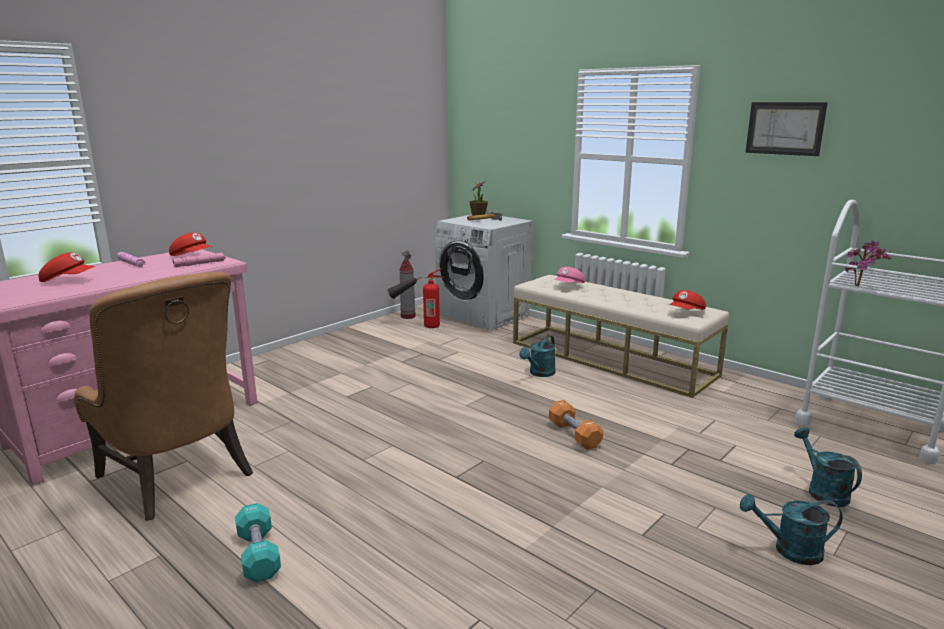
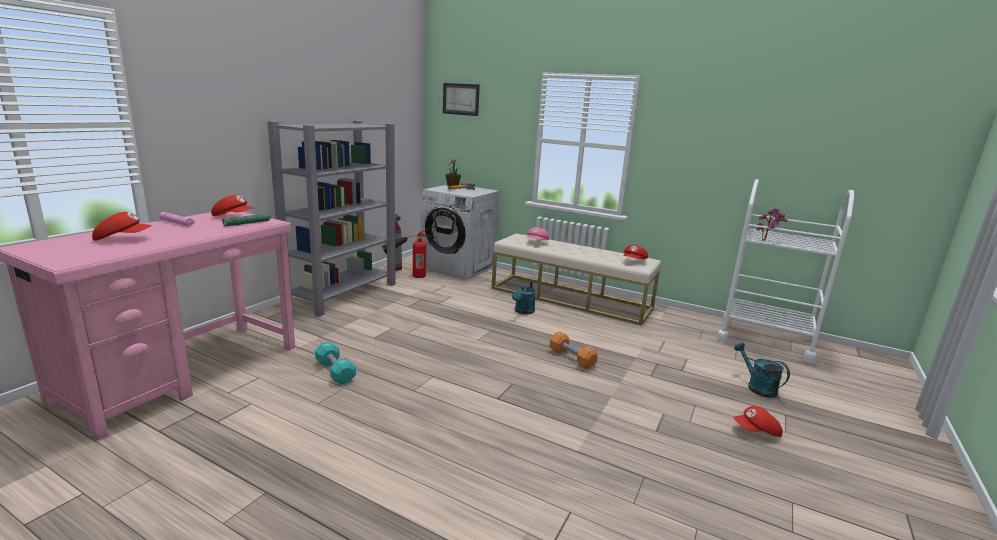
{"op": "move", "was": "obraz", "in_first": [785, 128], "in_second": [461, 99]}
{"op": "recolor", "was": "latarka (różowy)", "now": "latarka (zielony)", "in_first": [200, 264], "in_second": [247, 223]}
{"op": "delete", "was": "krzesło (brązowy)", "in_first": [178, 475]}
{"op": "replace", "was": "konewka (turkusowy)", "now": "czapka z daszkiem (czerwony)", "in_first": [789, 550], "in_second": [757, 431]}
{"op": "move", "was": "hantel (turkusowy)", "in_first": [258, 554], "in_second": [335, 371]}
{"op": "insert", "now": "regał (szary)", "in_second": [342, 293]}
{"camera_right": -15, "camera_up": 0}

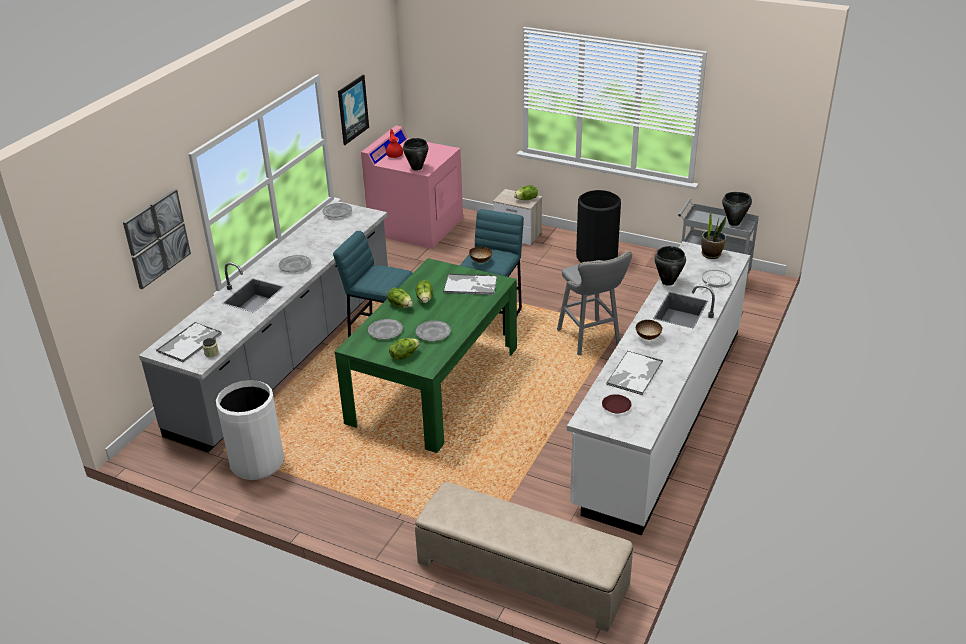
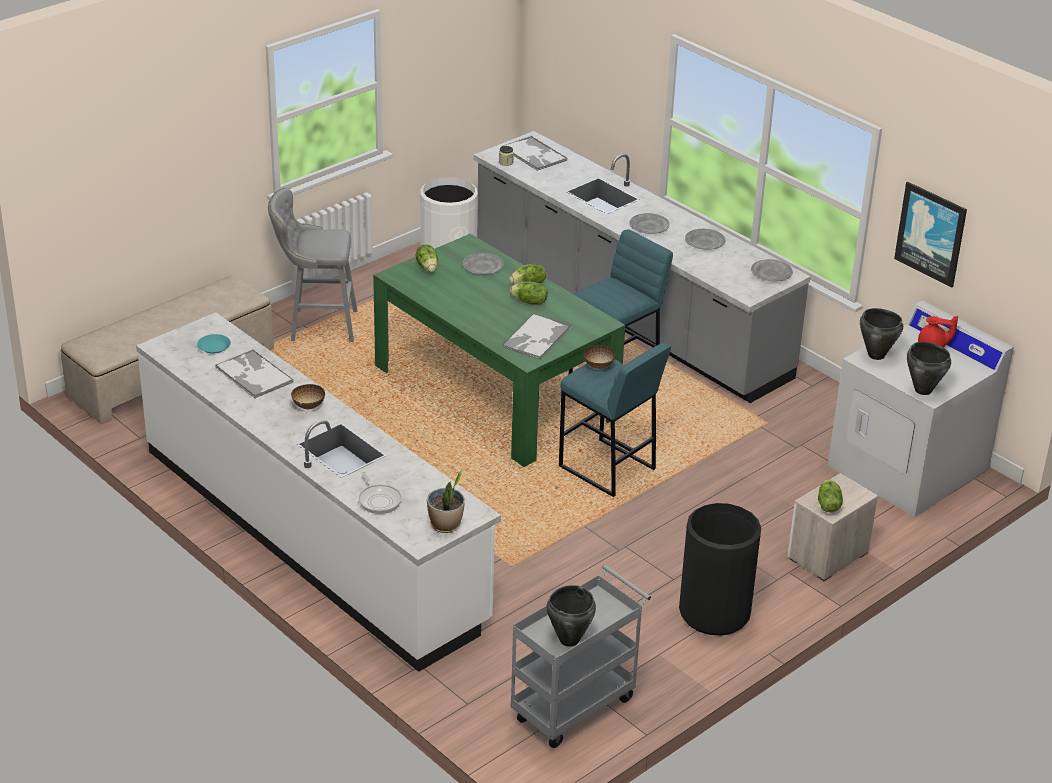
{"op": "recolor", "was": "pralka (różowy)", "now": "pralka (biały)", "in_first": [417, 225], "in_second": [908, 468]}
{"op": "delete", "was": "obraz", "in_first": [157, 238]}
{"op": "move", "was": "garnek (czarny)", "in_first": [667, 282], "in_second": [923, 390]}
{"op": "move", "was": "stołek (szary)", "in_first": [591, 341], "in_second": [314, 326]}
{"op": "move", "was": "talerz (szary)", "in_first": [433, 333], "in_second": [704, 242]}
{"op": "recolor", "was": "talerz (brązowy)", "now": "talerz (turkusowy)", "in_first": [616, 406], "in_second": [214, 347]}
{"camera_right": 110, "camera_up": 0}

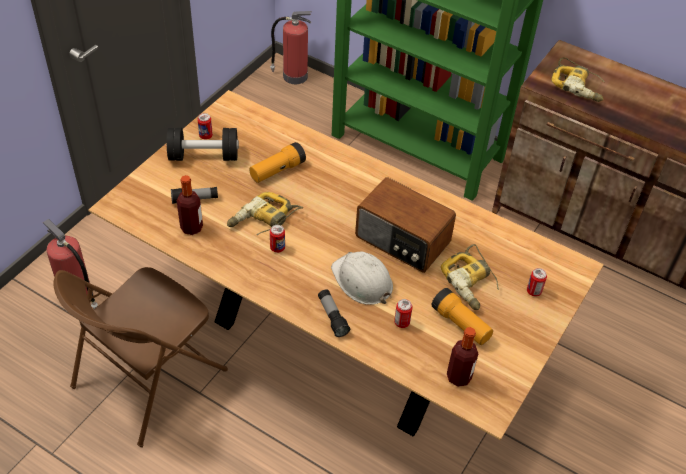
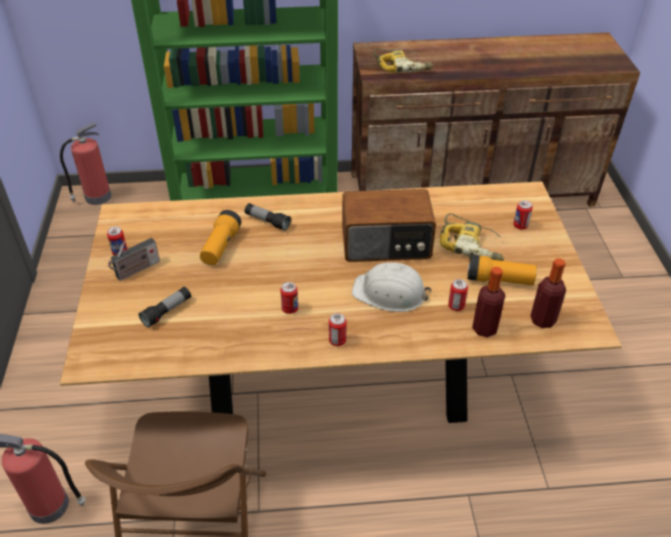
{"op": "replace", "was": "hantel (czarny)", "now": "radio", "in_first": [204, 156], "in_second": [136, 270]}
{"op": "move", "was": "butelka", "in_first": [191, 228], "in_second": [484, 328]}
{"op": "delete", "was": "wiertarka", "in_first": [264, 220]}
{"op": "move", "was": "latarka", "in_first": [332, 317], "in_second": [267, 221]}
{"op": "insert", "now": "puszka", "in_second": [337, 341]}
{"camera_right": -35, "camera_up": -5}

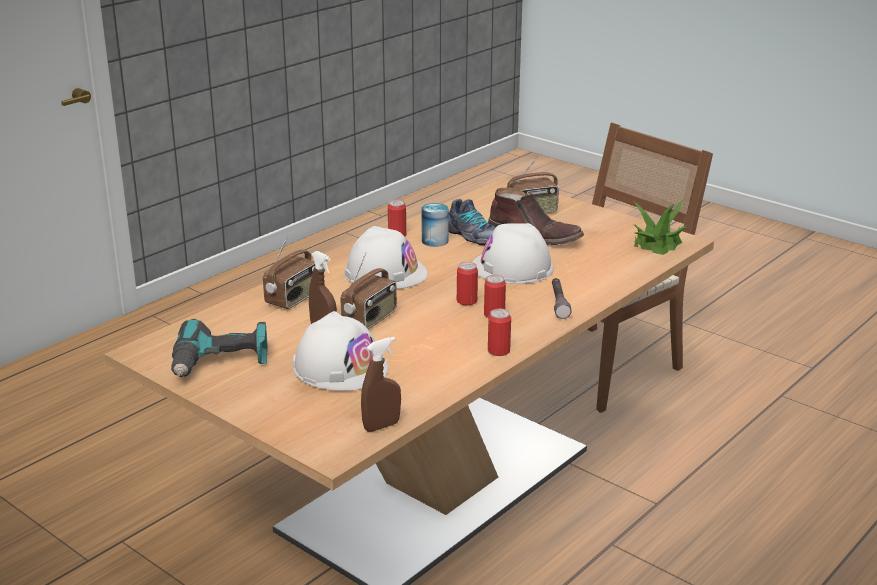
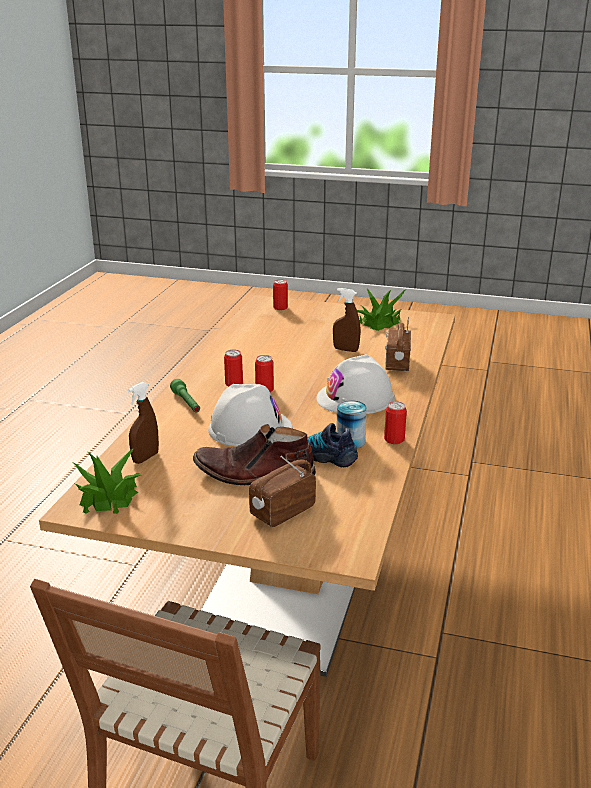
{"op": "delete", "was": "radio", "in_first": [370, 319]}
{"op": "recolor", "was": "latarka (szary)", "now": "latarka (zielony)", "in_first": [559, 303], "in_second": [186, 403]}
{"op": "move", "was": "puszka", "in_first": [498, 351], "in_second": [280, 307]}
{"op": "delete", "was": "kask (biały)", "in_first": [340, 367]}
{"op": "replace", "was": "wiertarka", "now": "roślina doniczkowa", "in_first": [220, 363], "in_second": [380, 322]}
{"op": "move", "was": "spryskiwacz (brązowy)", "in_first": [381, 426], "in_second": [145, 458]}
{"camera_right": 155, "camera_up": 0}

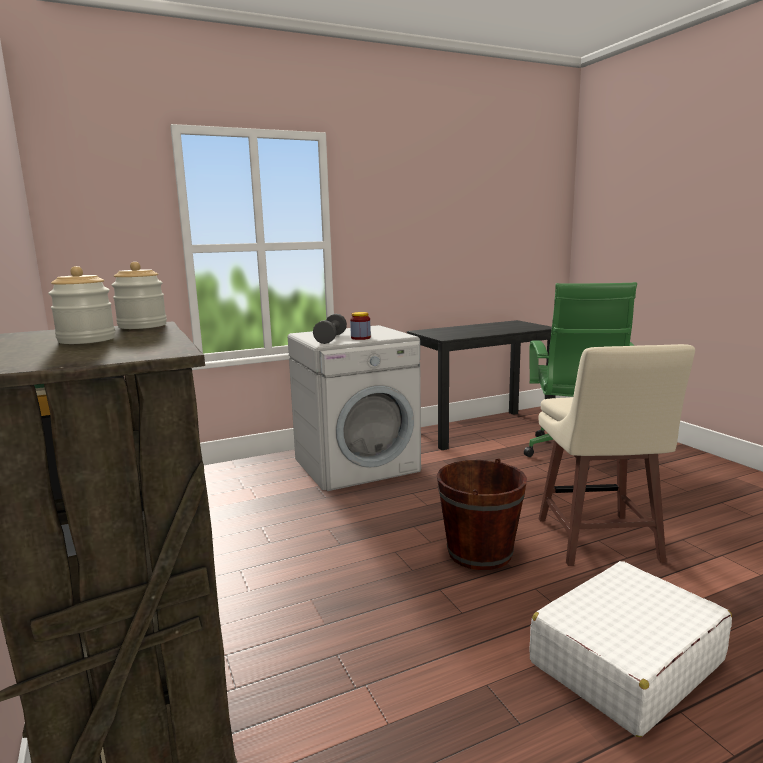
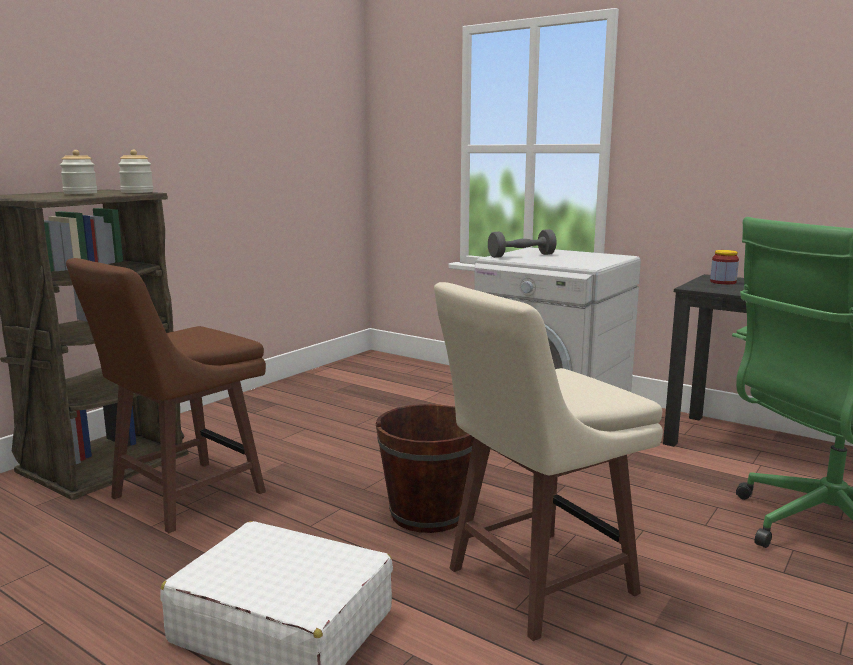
{"op": "move", "was": "słoik", "in_first": [360, 338], "in_second": [723, 282]}
{"op": "insert", "now": "stołek (brązowy)", "in_second": [183, 496]}
{"camera_right": 60, "camera_up": 0}

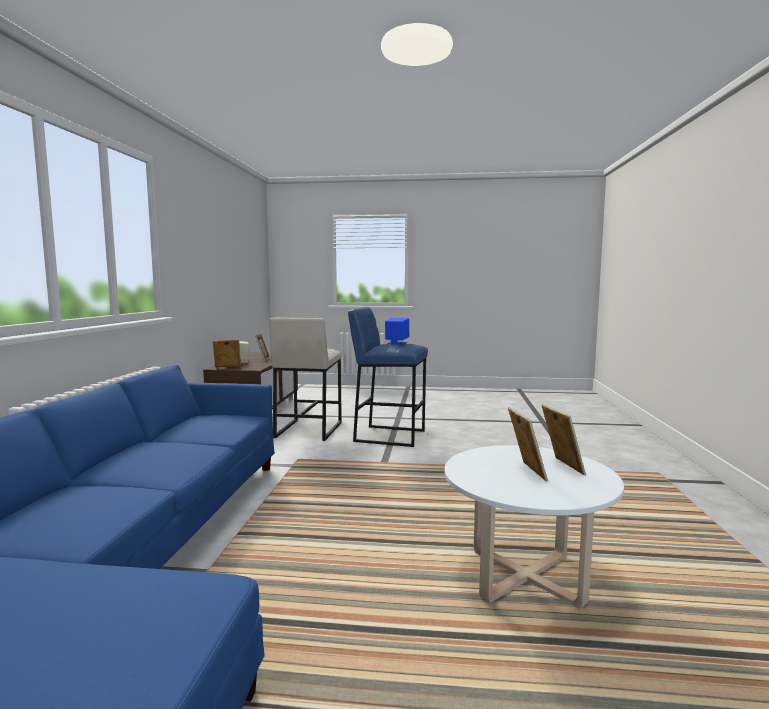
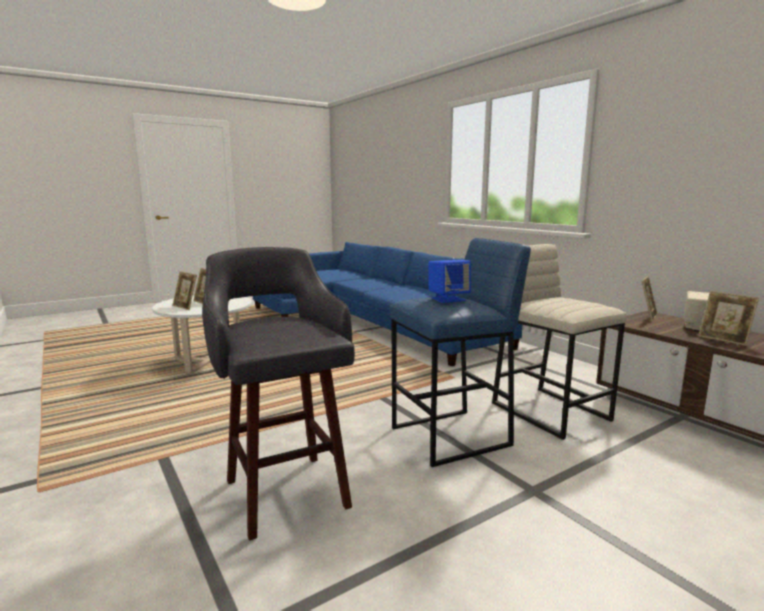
{"op": "insert", "now": "stołek (szary)", "in_second": [285, 490]}
{"camera_right": 140, "camera_up": 5}

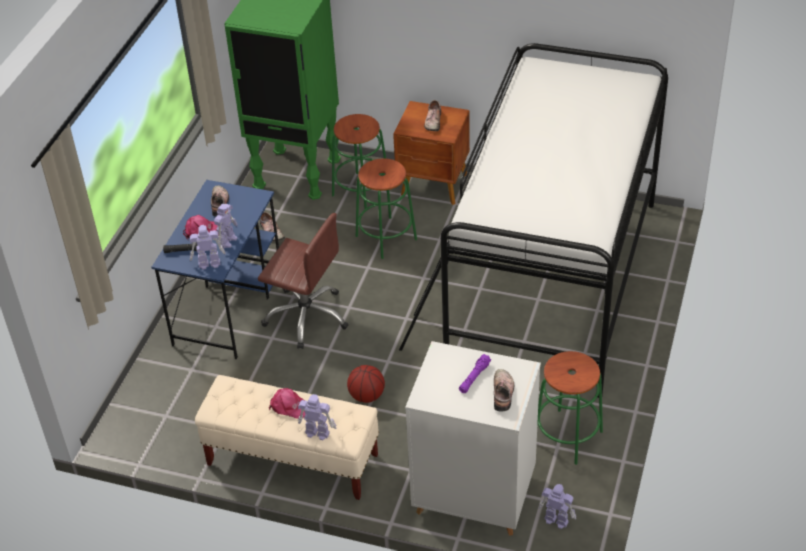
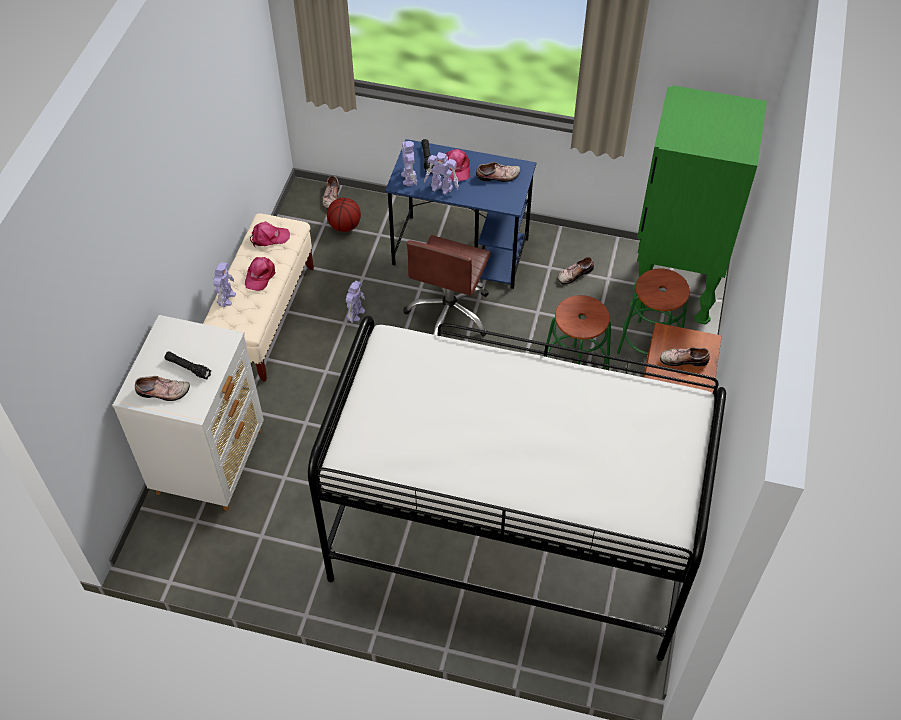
{"op": "delete", "was": "stołek (zielony)", "in_first": [567, 436]}
{"op": "recolor", "was": "latarka (fioletowy)", "now": "latarka (czarny)", "in_first": [474, 377], "in_second": [188, 368]}
{"op": "move", "was": "piłka do koszykówki", "in_first": [366, 395], "in_second": [345, 226]}
{"op": "move", "was": "robot zabawkowy", "in_first": [556, 520], "in_second": [356, 313]}
{"op": "insert", "now": "but", "in_second": [330, 197]}
{"op": "insert", "now": "czapka z daszkiem (różowy)", "in_second": [269, 237]}
{"camera_right": 85, "camera_up": 10}

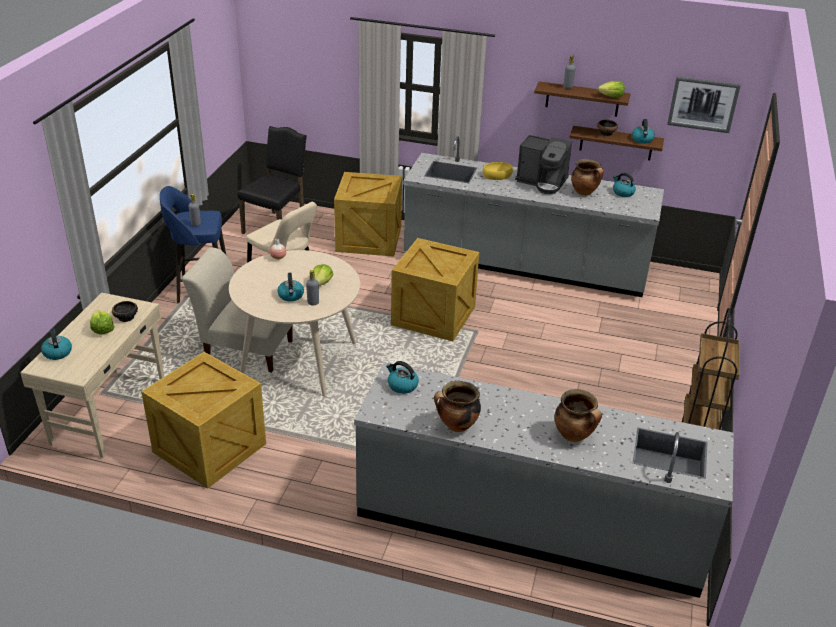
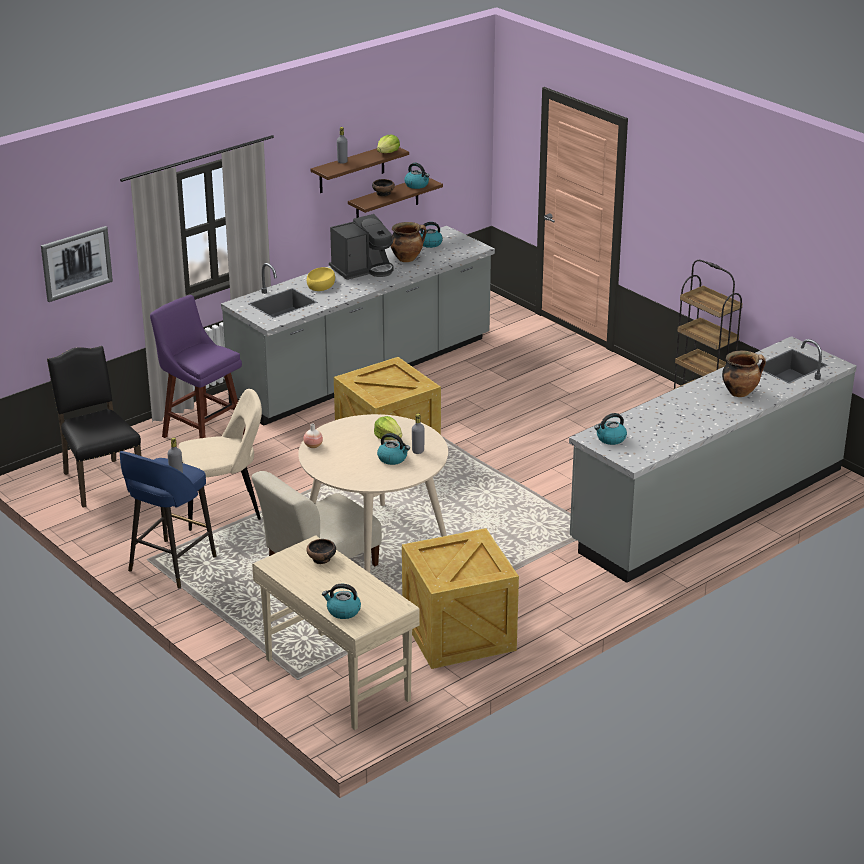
{"op": "move", "was": "obraz", "in_first": [703, 104], "in_second": [76, 263]}
{"op": "replace", "was": "skrzynka", "now": "stołek (fioletowy)", "in_first": [370, 238], "in_second": [202, 434]}
{"op": "delete", "was": "sałata", "in_first": [102, 329]}
{"op": "delete", "was": "garnek", "in_first": [456, 426]}
{"camera_right": -55, "camera_up": -5}

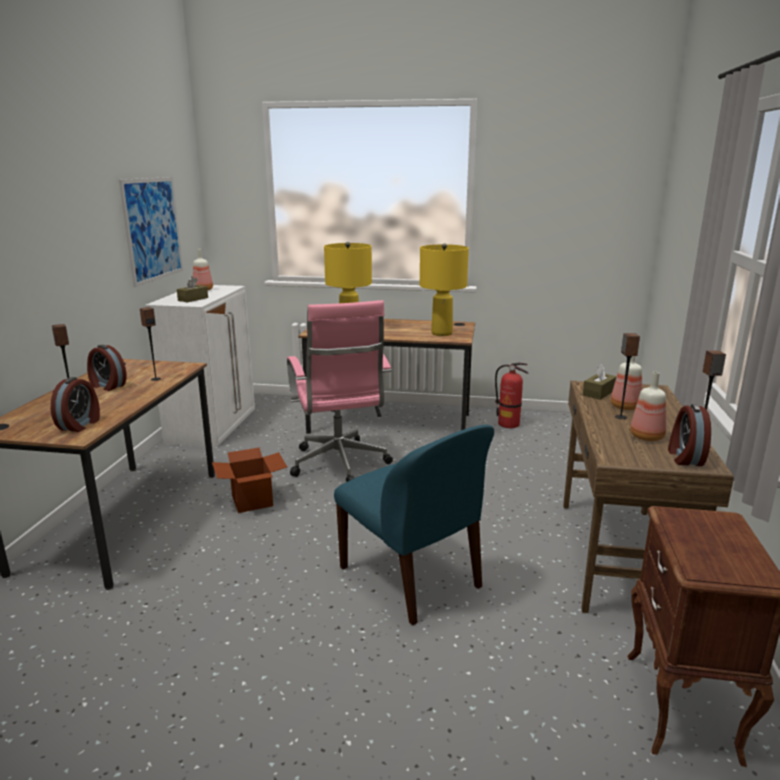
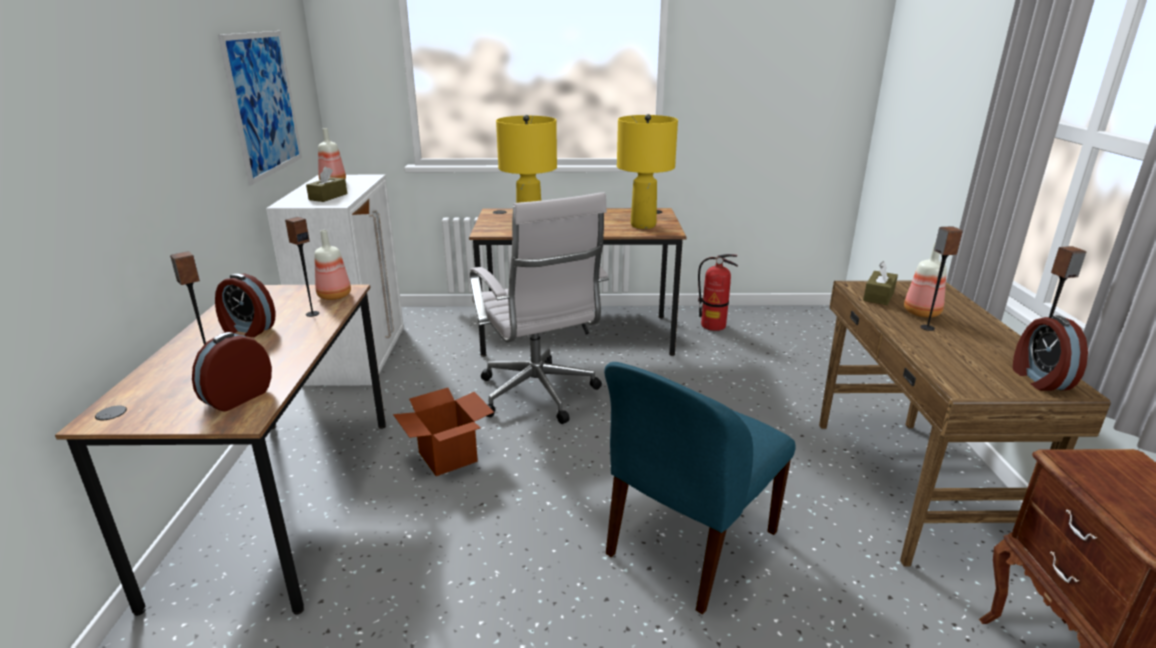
{"op": "recolor", "was": "krzesło biurowe (różowy)", "now": "krzesło biurowe (biały)", "in_first": [340, 465], "in_second": [539, 396]}
{"op": "move", "was": "butelka", "in_first": [647, 436], "in_second": [335, 296]}
{"op": "rotate", "was": "budzik", "in_first": [80, 424], "in_second": [237, 397], "clockwise": -150}
{"op": "rotate", "was": "krzesło (niebieski)", "in_first": [412, 579], "in_second": [689, 545], "clockwise": 90}
{"camera_right": -10, "camera_up": 5}

